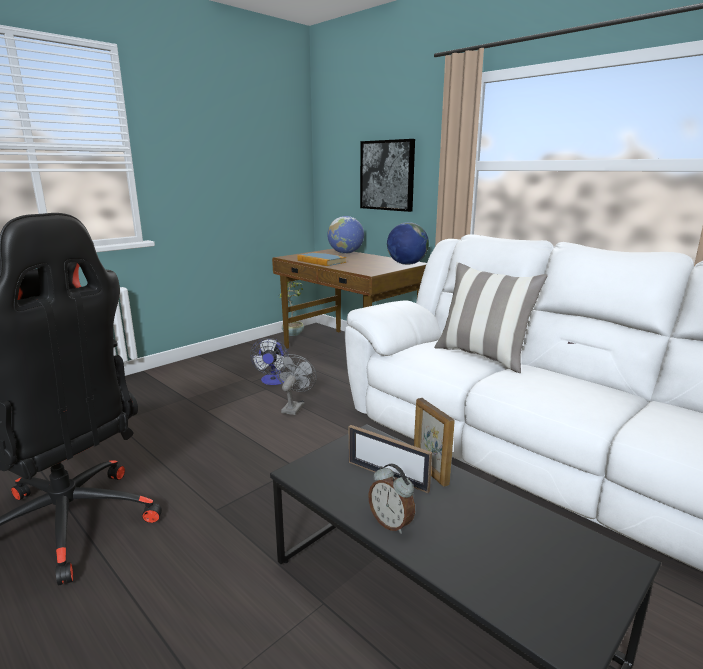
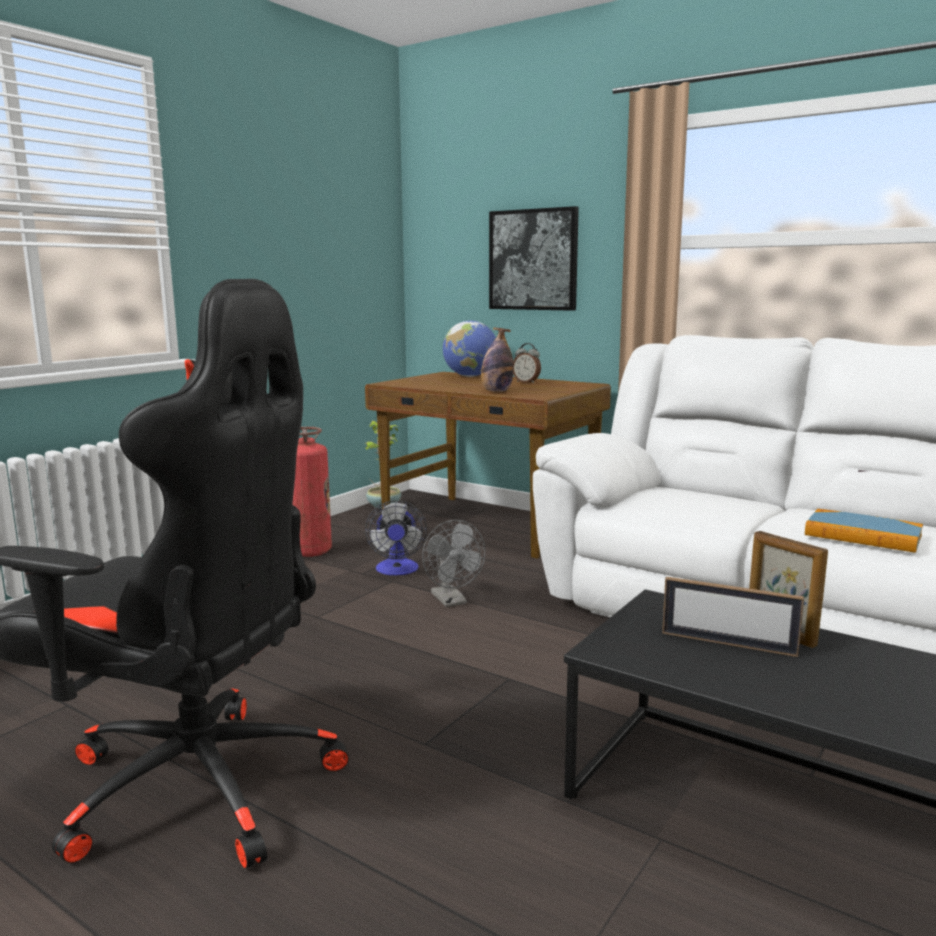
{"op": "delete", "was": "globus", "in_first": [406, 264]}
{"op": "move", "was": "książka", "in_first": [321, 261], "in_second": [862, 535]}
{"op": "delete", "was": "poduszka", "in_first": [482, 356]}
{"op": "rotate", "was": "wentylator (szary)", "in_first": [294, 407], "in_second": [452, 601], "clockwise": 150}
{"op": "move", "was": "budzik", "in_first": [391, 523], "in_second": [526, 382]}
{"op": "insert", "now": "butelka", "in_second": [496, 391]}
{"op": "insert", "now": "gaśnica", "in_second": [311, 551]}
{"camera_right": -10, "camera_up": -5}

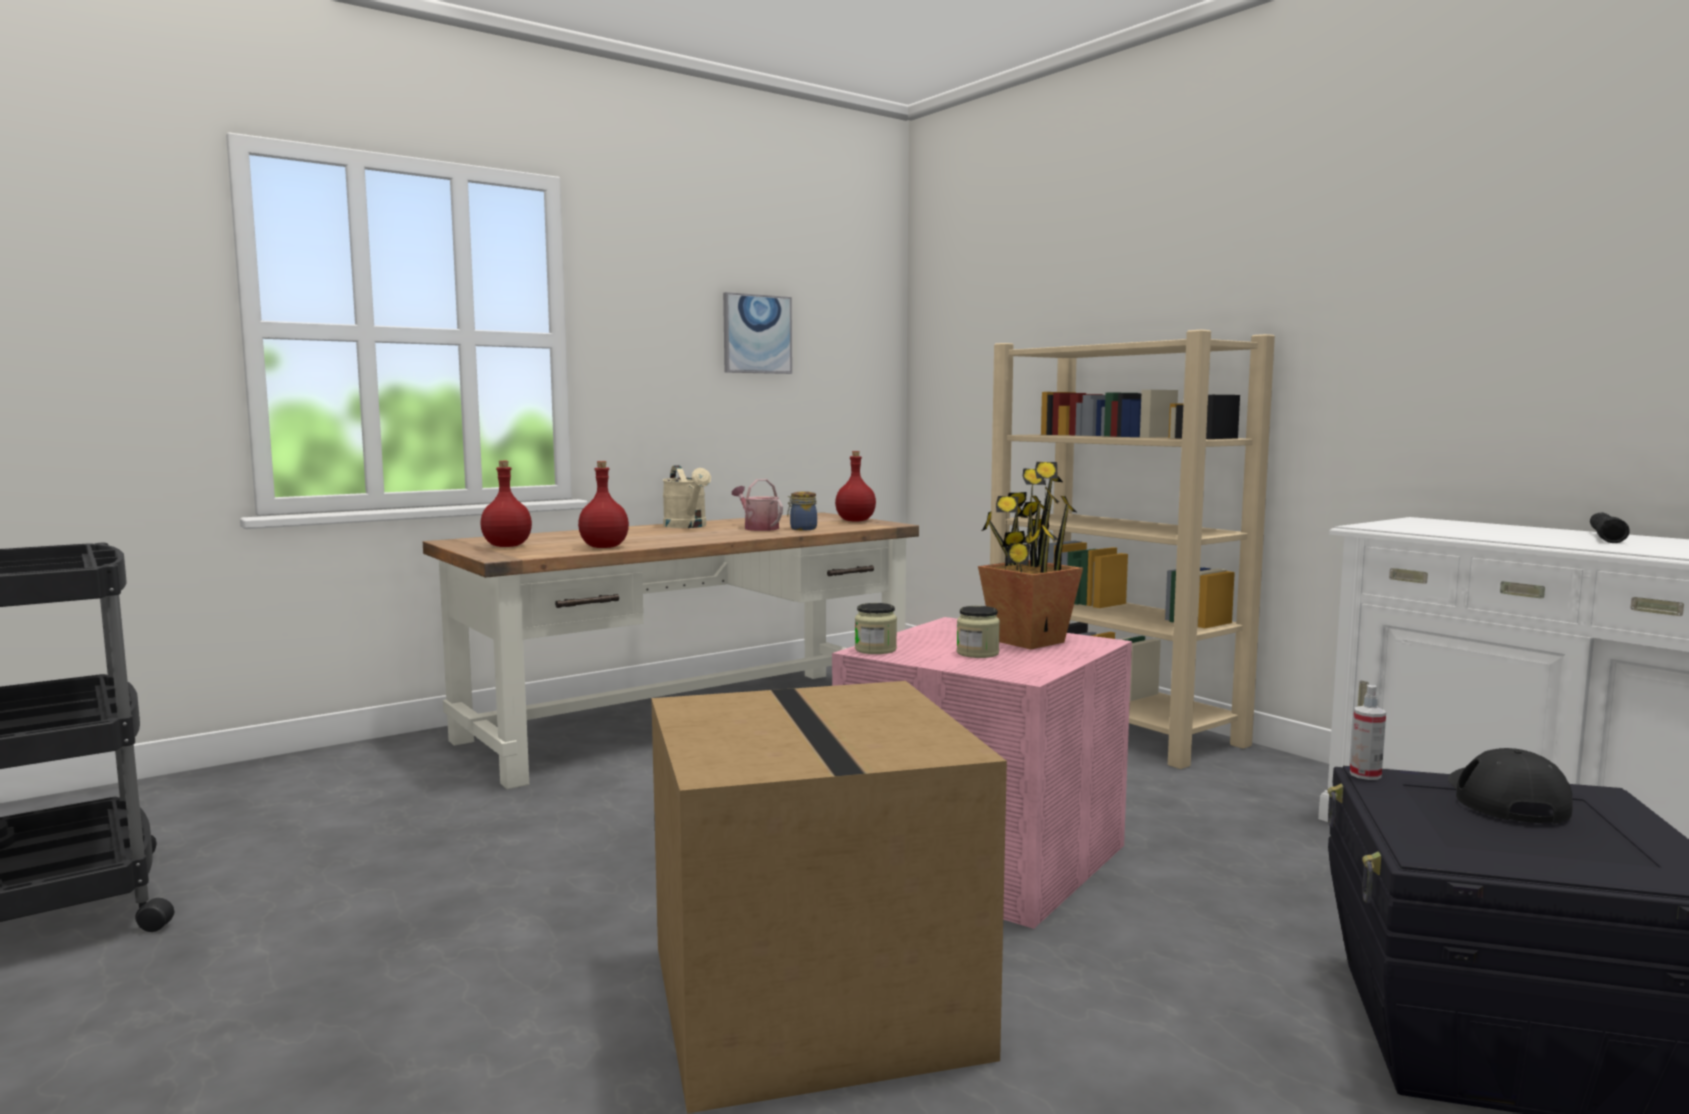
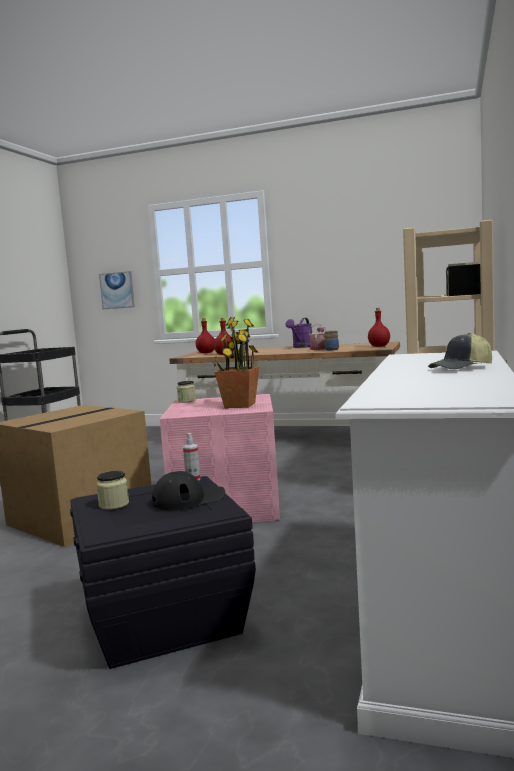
{"op": "move", "was": "obraz", "in_first": [757, 334], "in_second": [117, 290]}
{"op": "recolor", "was": "konewka (beżowy)", "now": "konewka (fioletowy)", "in_first": [688, 526], "in_second": [301, 347]}
{"op": "replace", "was": "latarka (czarny)", "now": "czapka z daszkiem", "in_first": [1605, 537], "in_second": [461, 368]}
{"op": "move", "was": "słoik", "in_first": [977, 653], "in_second": [114, 504]}
{"camera_right": 55, "camera_up": 0}

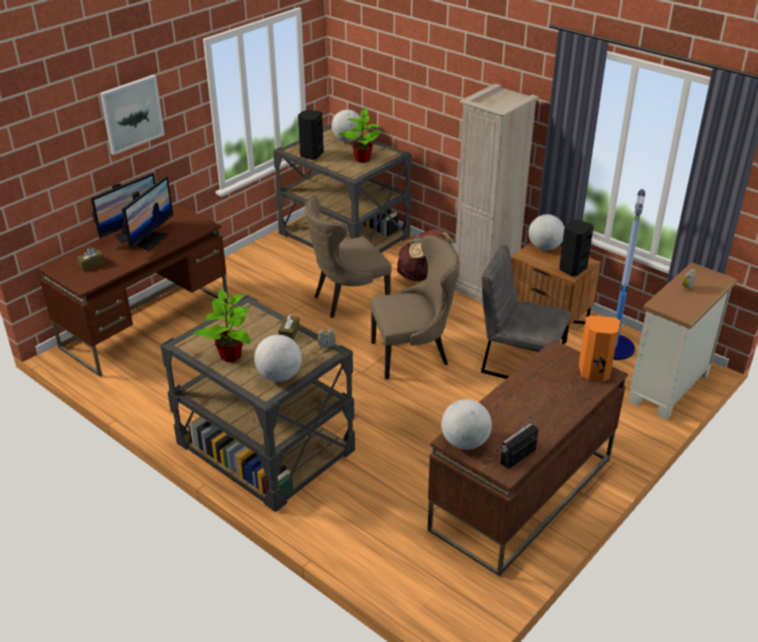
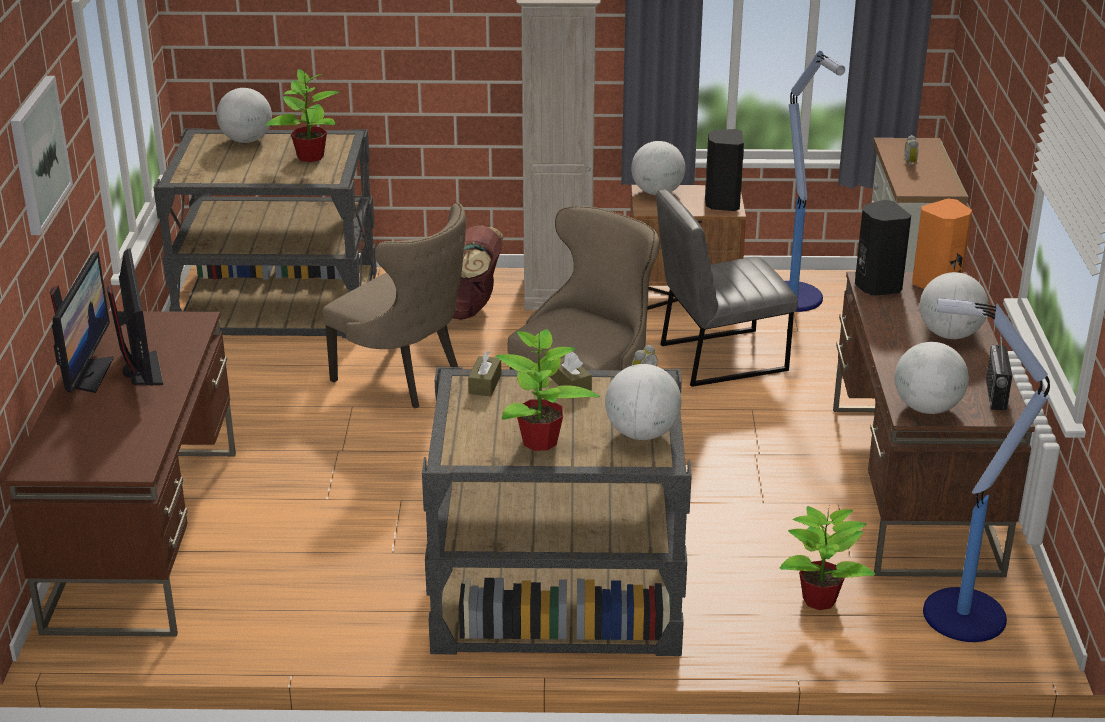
{"op": "move", "was": "głośnik (czarny)", "in_first": [311, 155], "in_second": [876, 286]}
{"op": "rotate", "was": "krzesło (beżowy)", "in_first": [347, 300], "in_second": [404, 378], "clockwise": -75}
{"op": "move", "was": "pudełko chusteczek (brązowy)", "in_first": [92, 264], "in_second": [485, 384]}
{"op": "insert", "now": "globus", "in_second": [949, 335]}
{"op": "insert", "now": "lampa stojąca", "in_second": [960, 615]}
{"op": "insert", "now": "roślina doniczkowa", "in_second": [820, 599]}
{"camera_right": -40, "camera_up": -5}

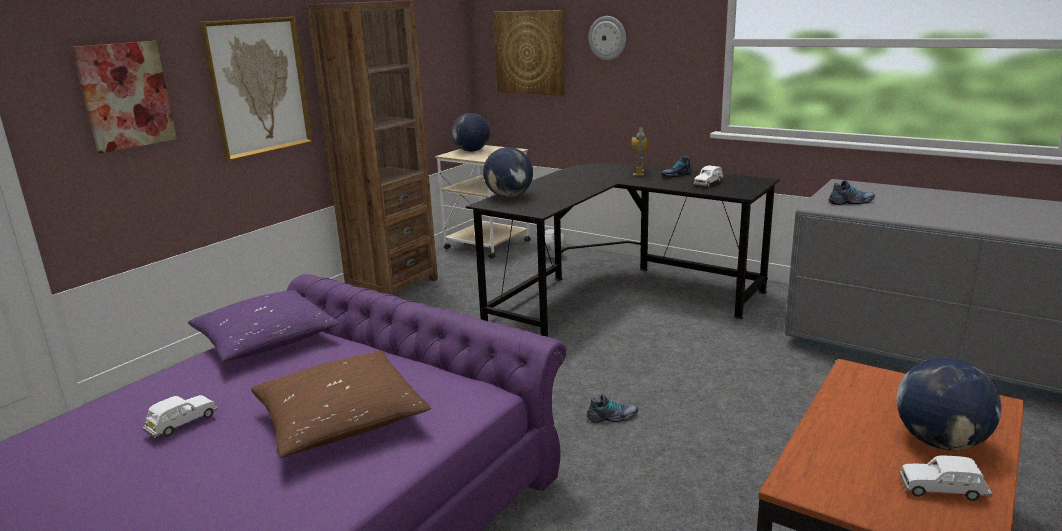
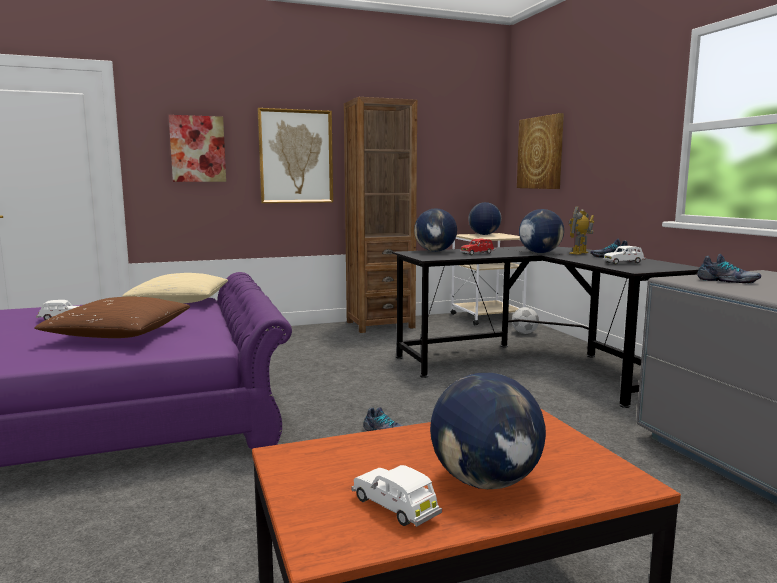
{"op": "delete", "was": "zegar ścienny", "in_first": [607, 38]}
{"op": "recolor", "was": "poduszka (fioletowy)", "now": "poduszka (beżowy)", "in_first": [265, 340], "in_second": [179, 301]}
{"op": "insert", "now": "globus", "in_second": [540, 253]}
{"op": "insert", "now": "samochodzik (czerwony)", "in_second": [477, 254]}
{"camera_right": 35, "camera_up": -10}

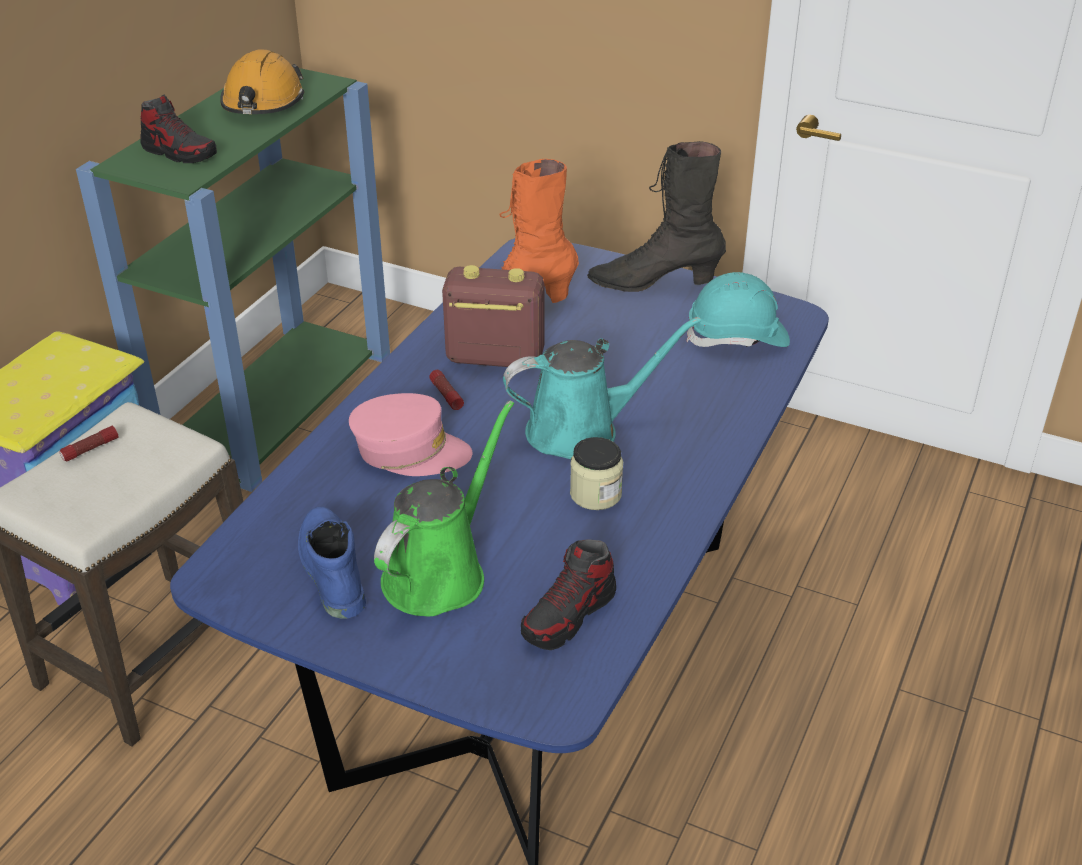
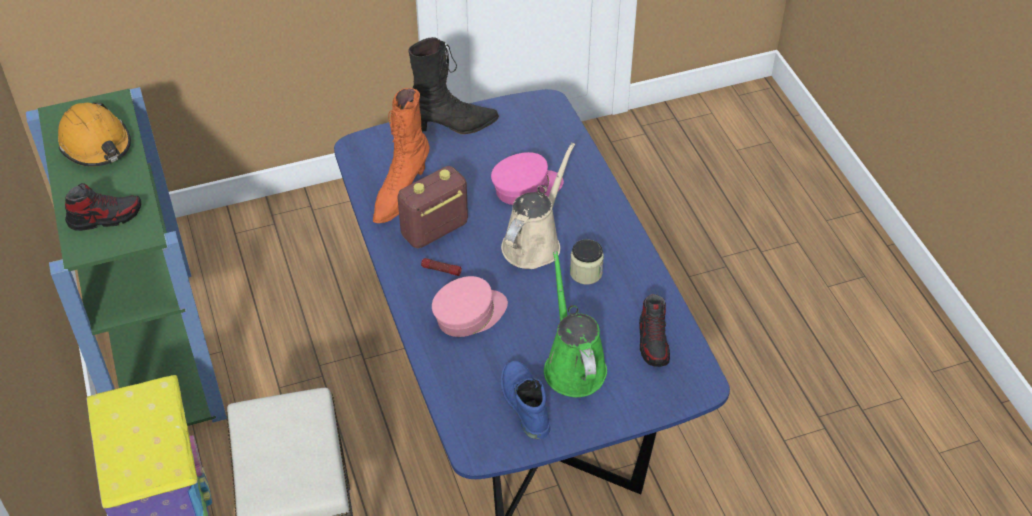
{"op": "rotate", "was": "but z cholewką (czarny)", "in_first": [654, 282], "in_second": [452, 126], "clockwise": -150}
{"op": "delete", "was": "kask (turkusowy)", "in_first": [738, 337]}
{"op": "recolor", "was": "konewka (turkusowy)", "now": "konewka (beżowy)", "in_first": [581, 430], "in_second": [534, 243]}
{"op": "delete", "was": "latarka", "in_first": [90, 449]}
{"op": "rotate", "was": "but z cholewką (niebieski)", "in_first": [330, 571], "in_second": [523, 404], "clockwise": 45}
{"op": "insert", "now": "czapka z daszkiem (różowy)", "in_second": [526, 188]}
{"camera_right": -45, "camera_up": 10}

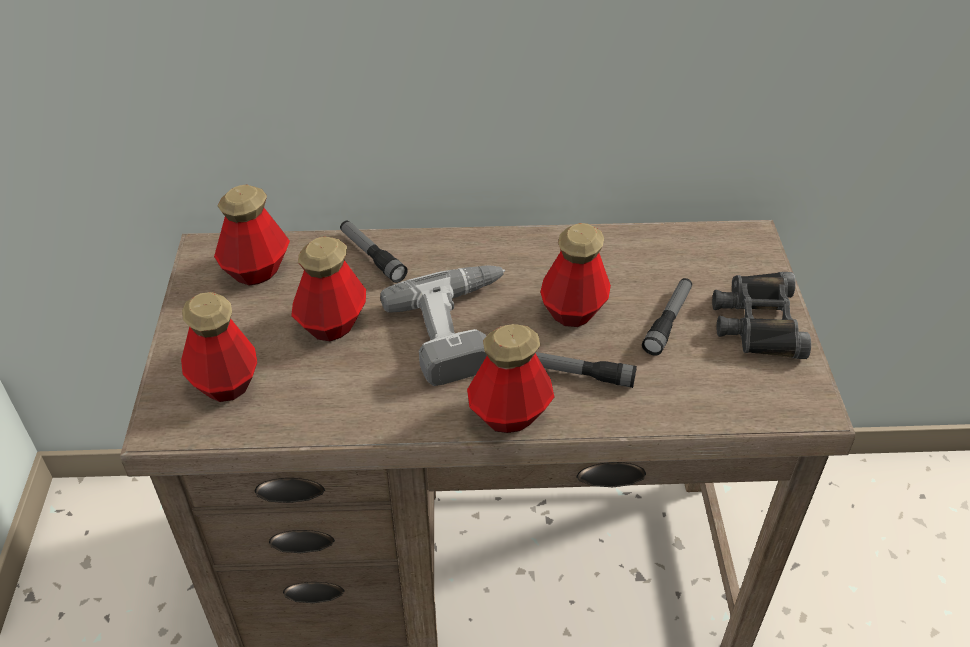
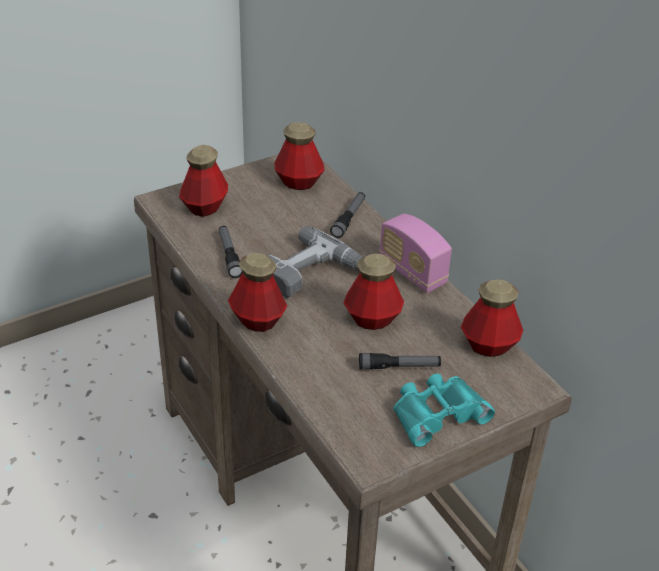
{"op": "move", "was": "butelka", "in_first": [332, 324], "in_second": [488, 345]}
{"op": "recolor", "was": "lornetka (czarny)", "now": "lornetka (turkusowy)", "in_first": [757, 322], "in_second": [437, 413]}
{"op": "move", "was": "latarka", "in_first": [580, 374], "in_second": [229, 256]}
{"op": "insert", "now": "radio", "in_second": [412, 272]}
{"camera_right": 60, "camera_up": -5}

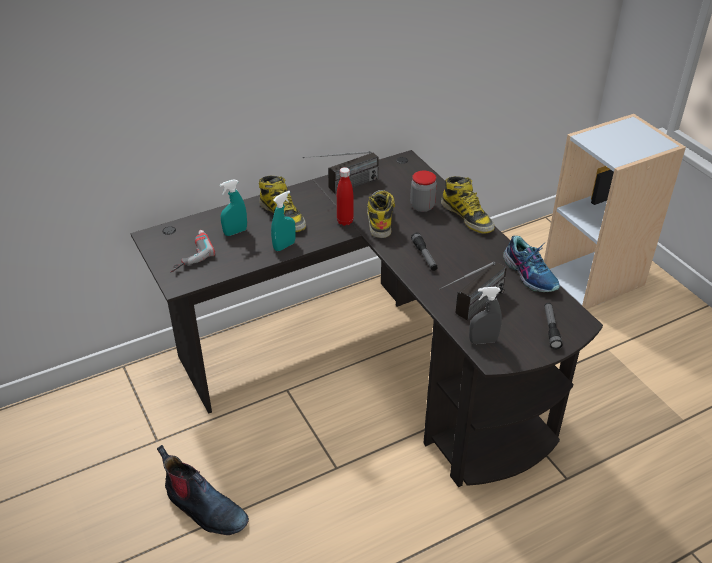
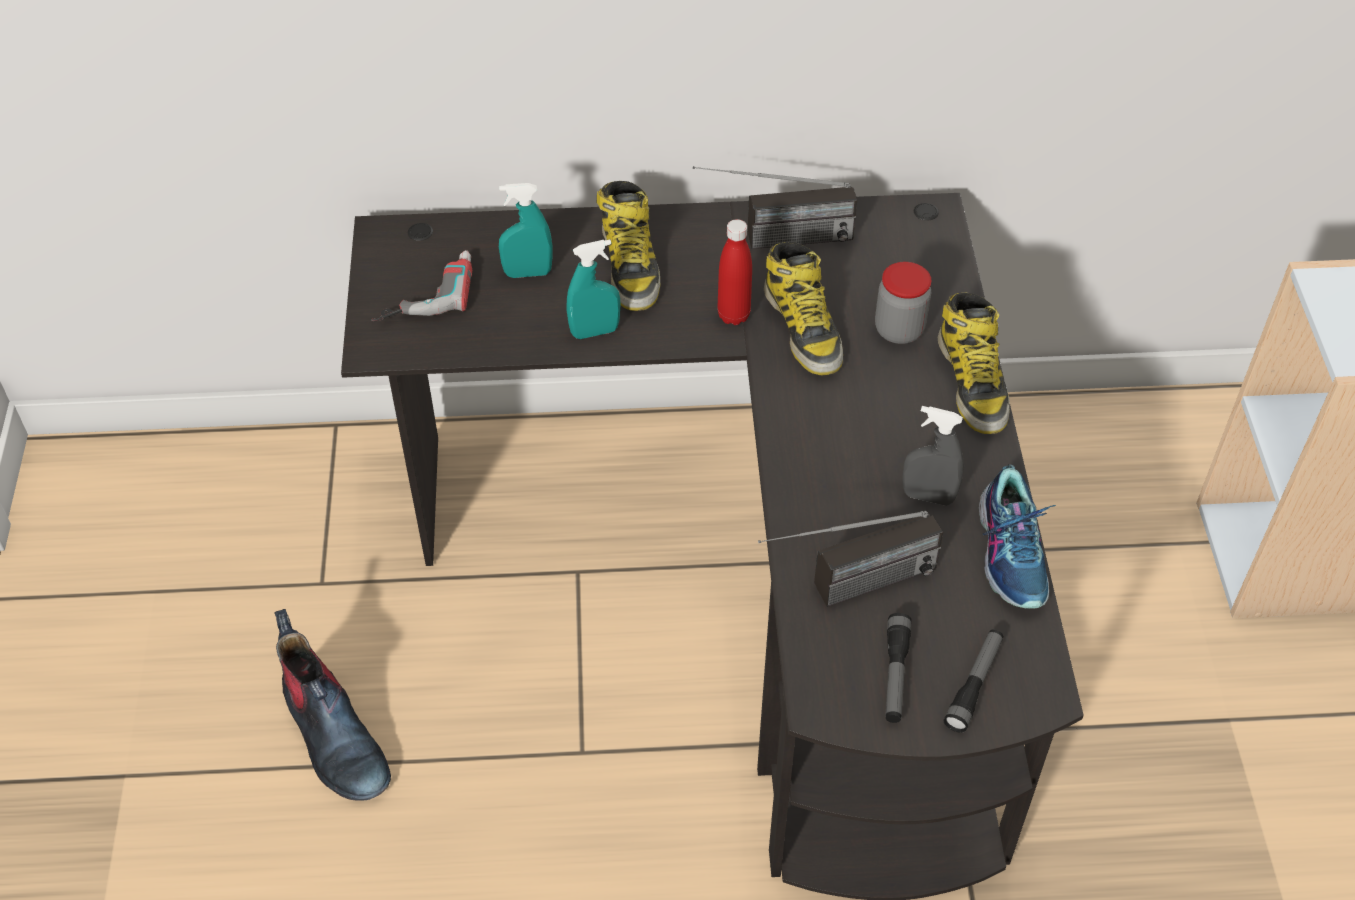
{"op": "rotate", "was": "but z cholewką", "in_first": [380, 217], "in_second": [803, 327], "clockwise": 135}
{"op": "move", "was": "latarka", "in_first": [424, 256], "in_second": [895, 674]}
{"op": "move", "was": "spryskiwacz (szary)", "in_first": [483, 341], "in_second": [928, 496]}
{"camera_right": 25, "camera_up": 10}

